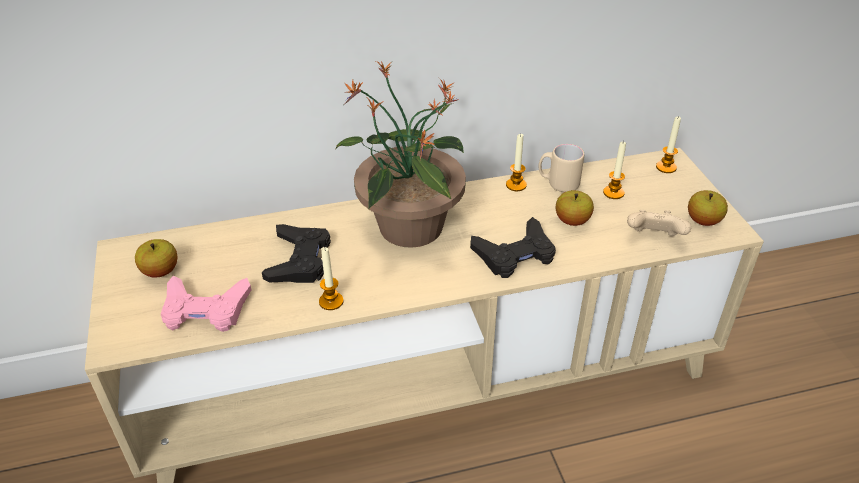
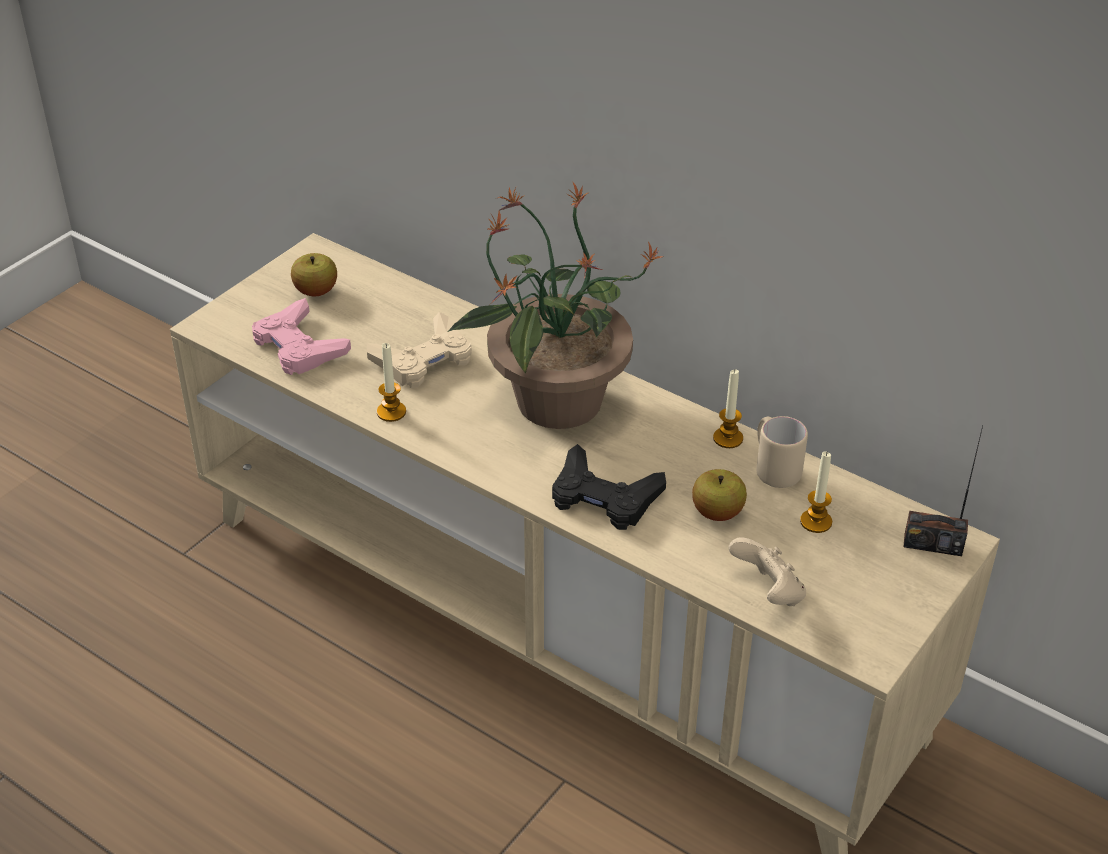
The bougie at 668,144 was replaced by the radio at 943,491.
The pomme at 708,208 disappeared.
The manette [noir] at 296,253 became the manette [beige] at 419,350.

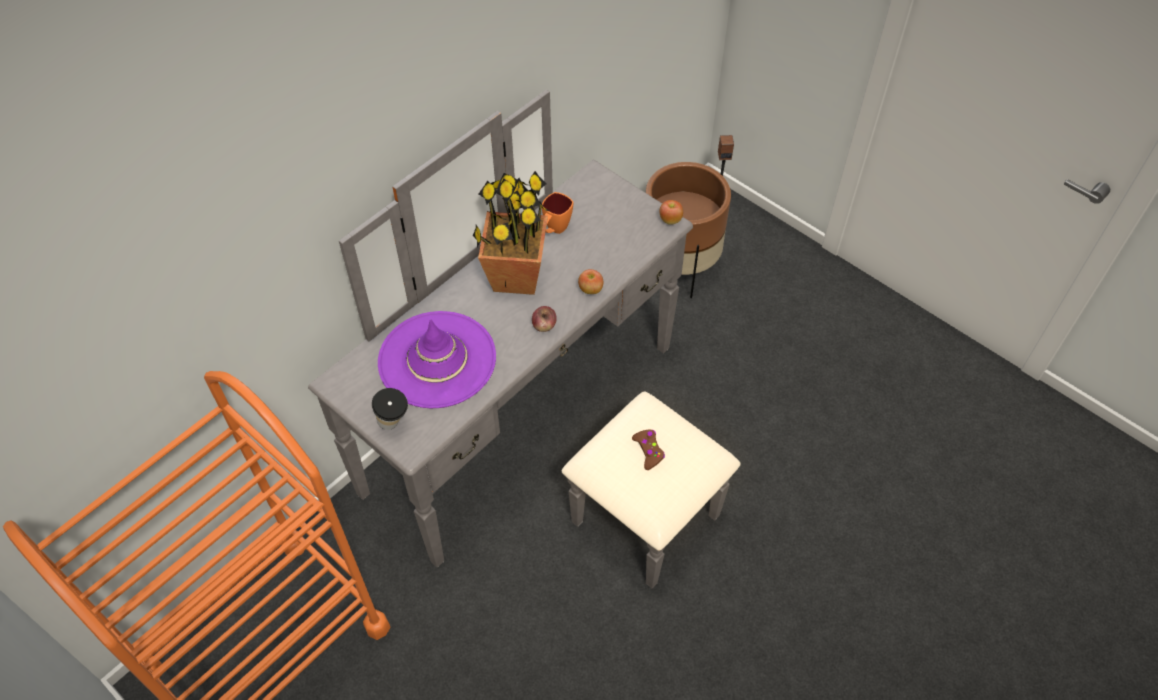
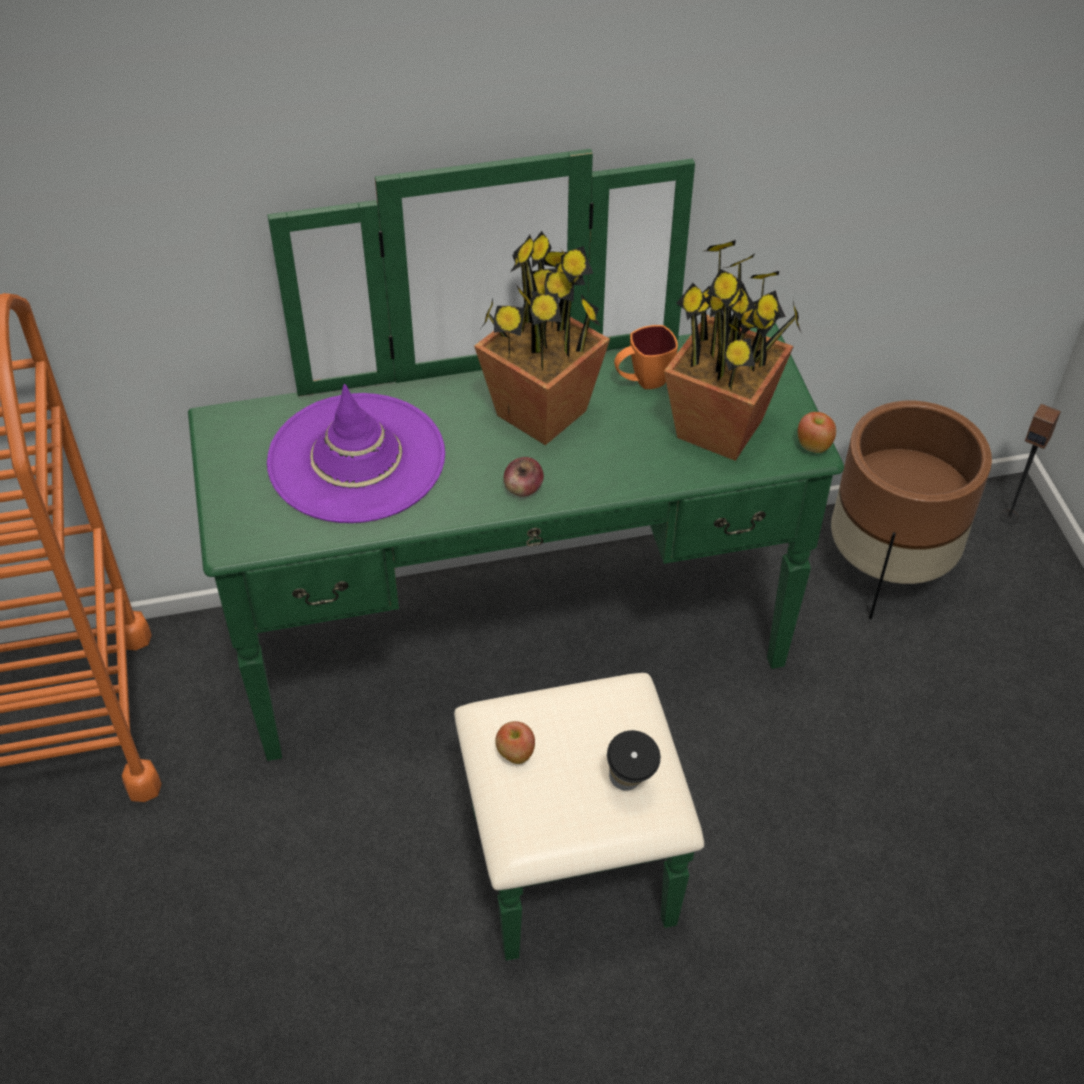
The commode [gris] at 524,338 became the commode [vert] at 516,555.
The pomme moved from 590,281 to 515,742.
The tasse moved from 390,409 to 634,760.
The manette [marron] at 648,450 disappeared.
The plante en pot at 732,350 appeared.

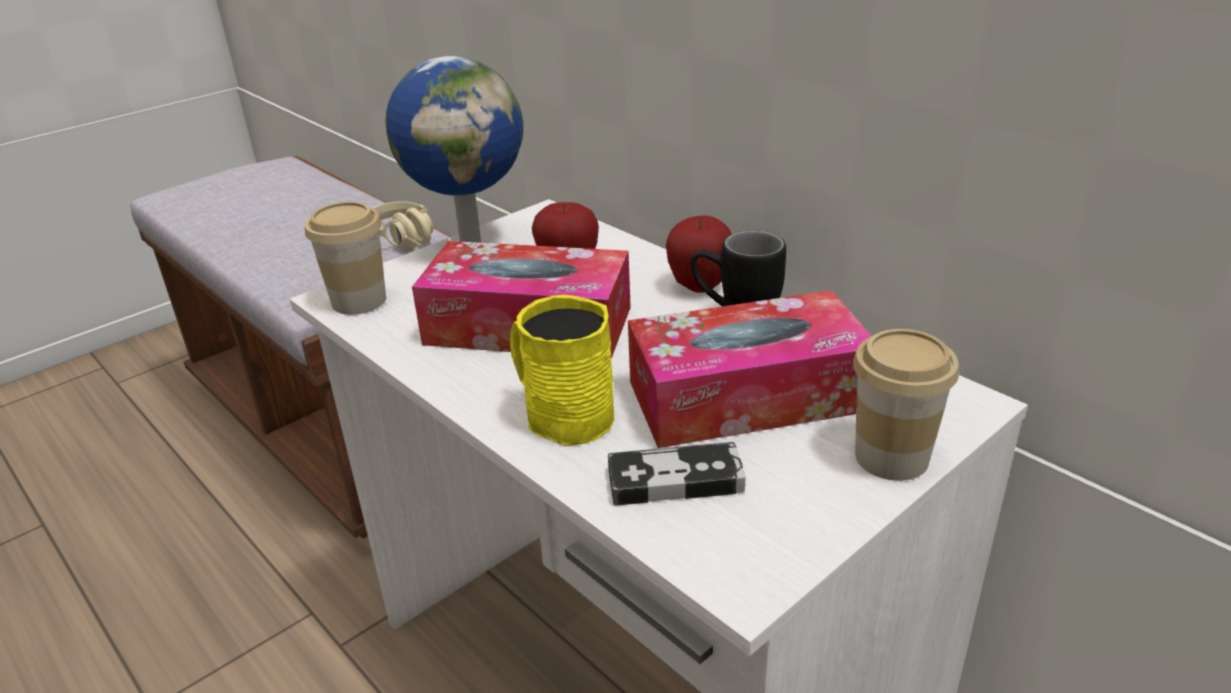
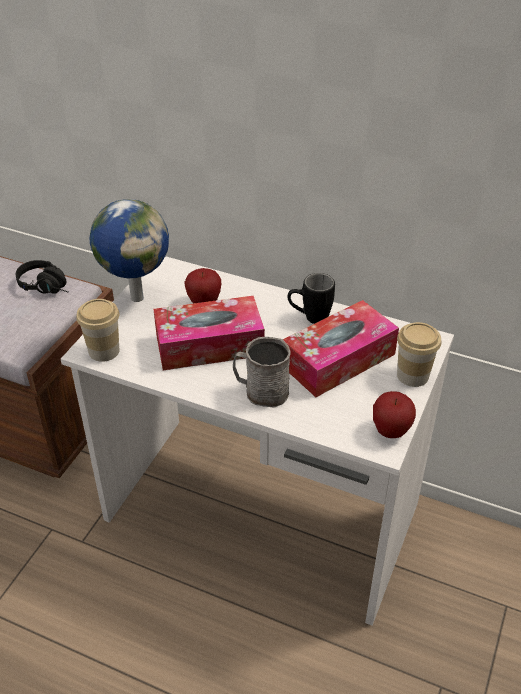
The casque audio [beige] at 403,225 became the casque audio [noir] at 42,277.
The pomme moved from 698,254 to 394,414.
The mug [jaune] at 562,370 became the mug [gris] at 262,372.
The manette at 677,474 disappeared.

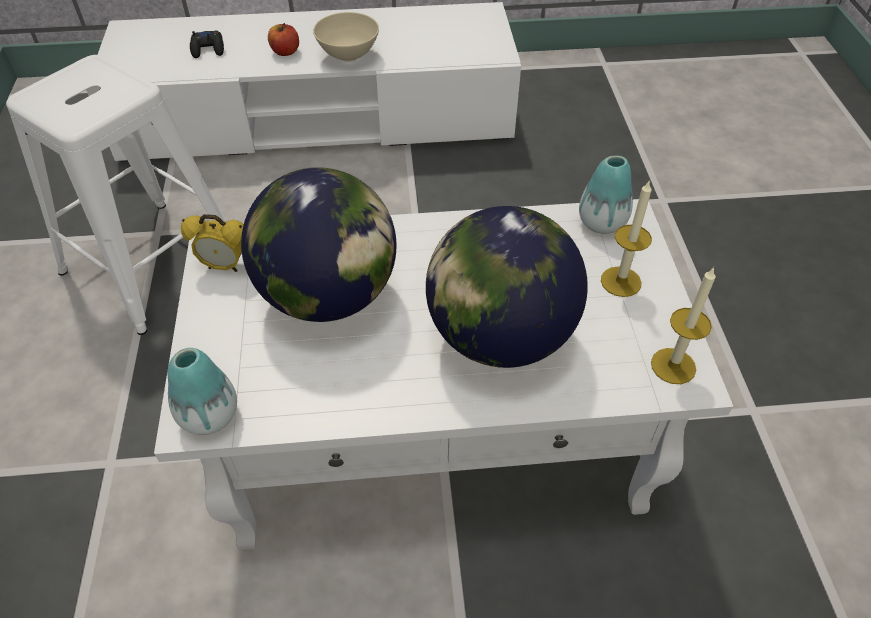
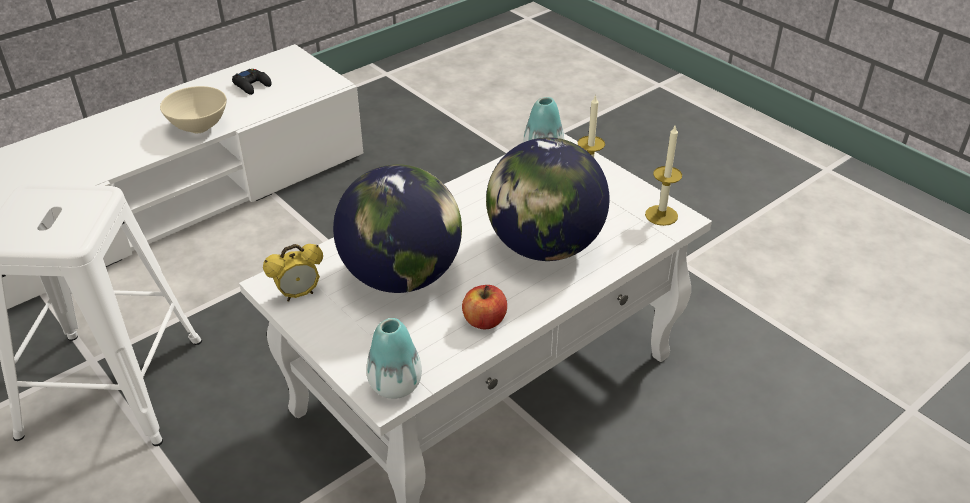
The pomme moved from 283,39 to 484,307.
The manette [noir] moved from 207,44 to 252,82.

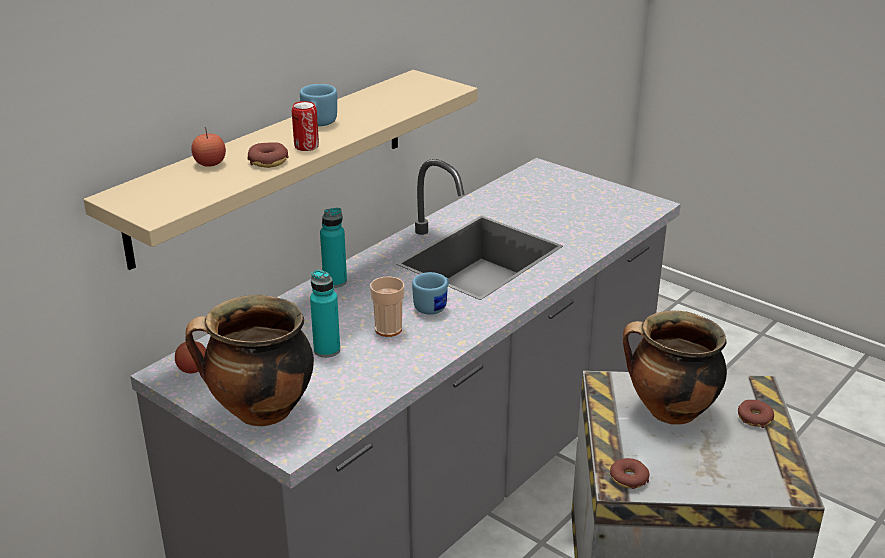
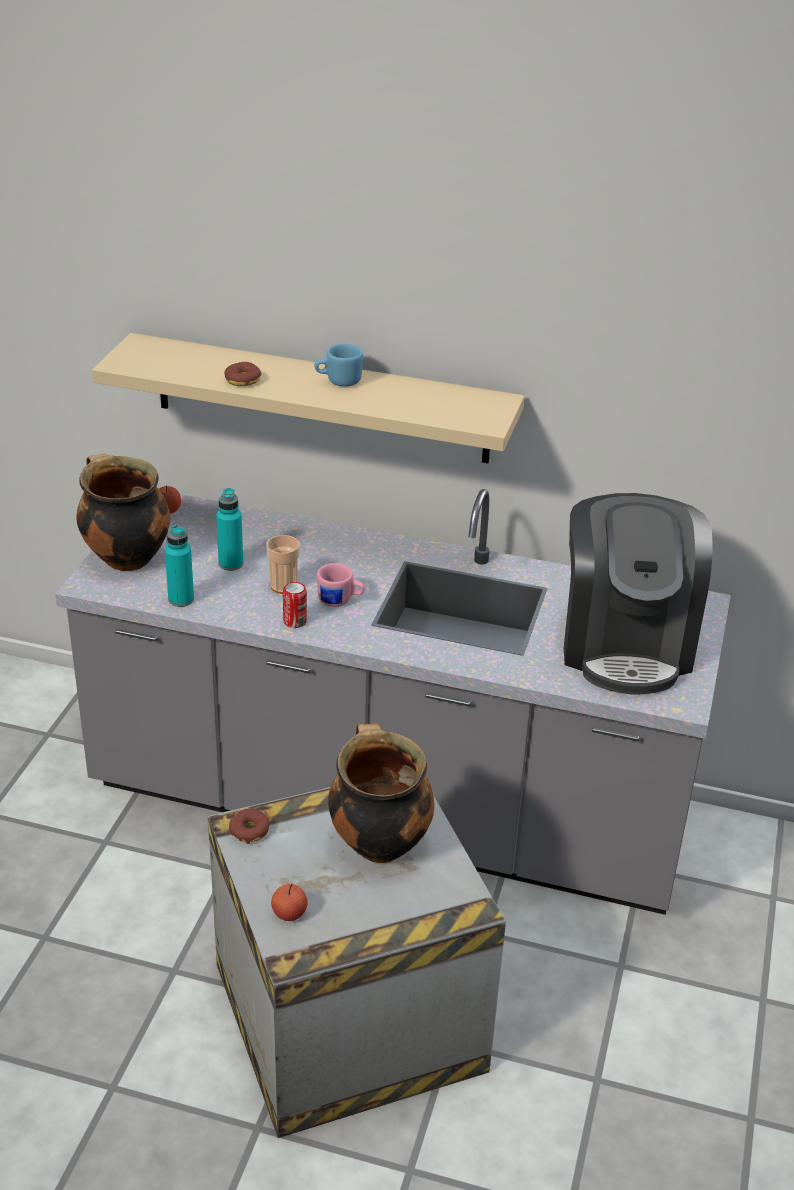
The boîte métallique moved from 305,126 to 295,605.
The pomme moved from 208,147 to 289,902.
The bouteille [turquoise] moved from 333,248 to 179,565.
The mug [bleu] at 430,293 became the mug [rose] at 341,585.
The beignet at 756,414 disappeared.
The machine à café at 638,594 appeared.

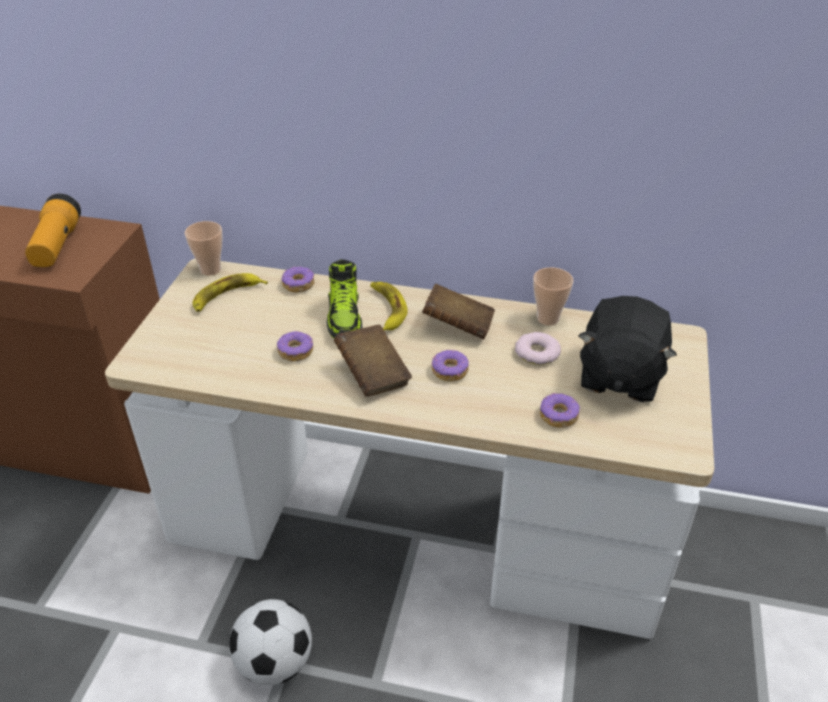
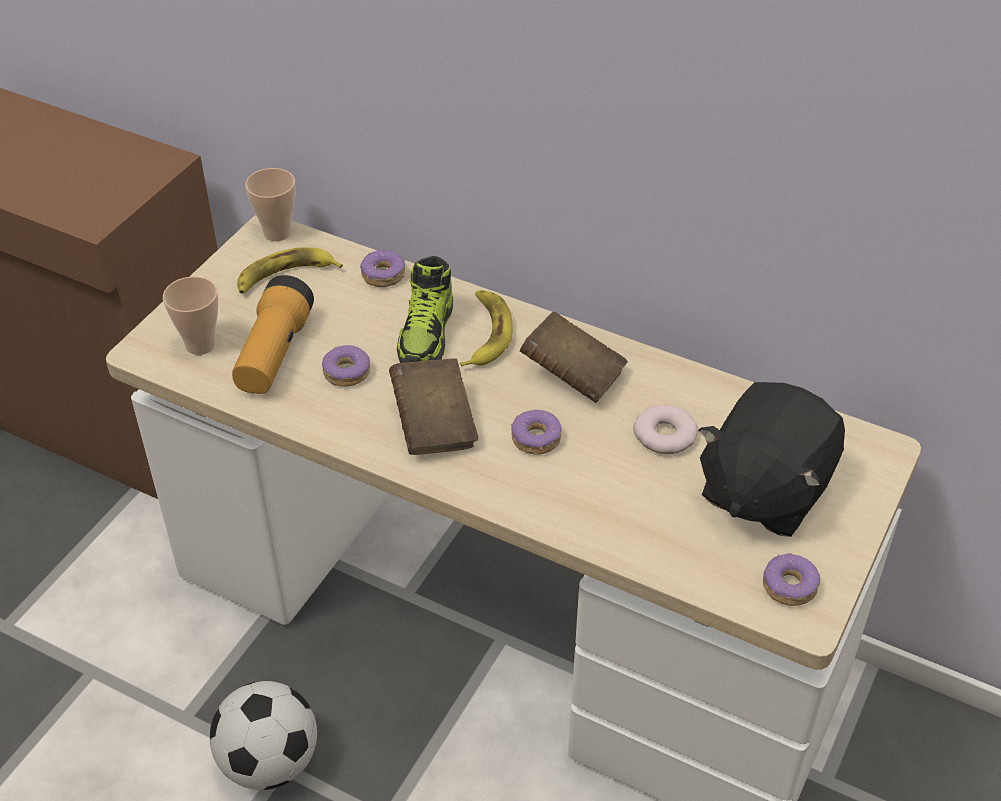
The lampe de poche moved from 53,230 to 273,334.
The tasse moved from 553,296 to 190,315.
The beignet moved from 560,410 to 791,579.

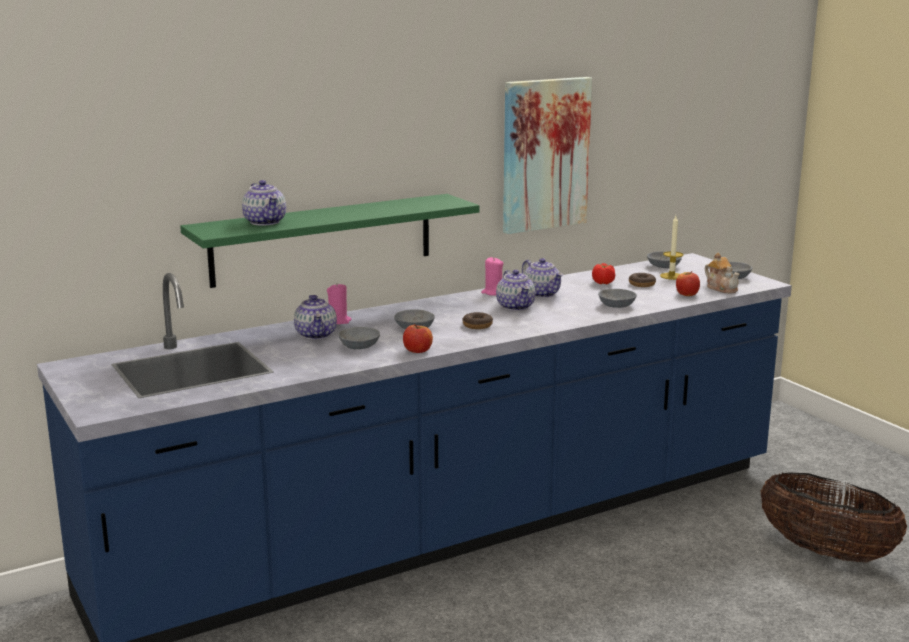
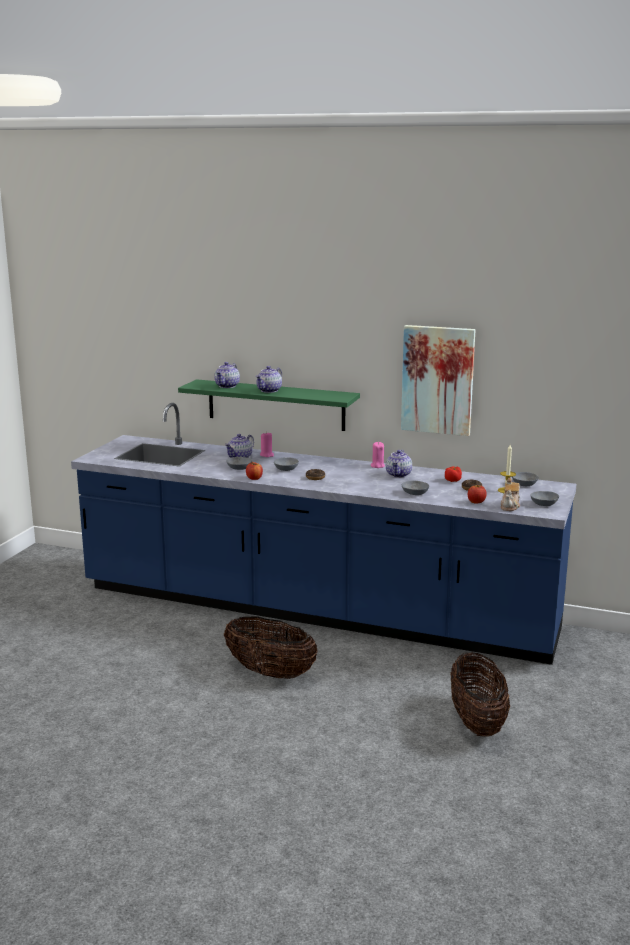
The théière moved from 516,290 to 269,379.
The panier at 271,647 appeared.

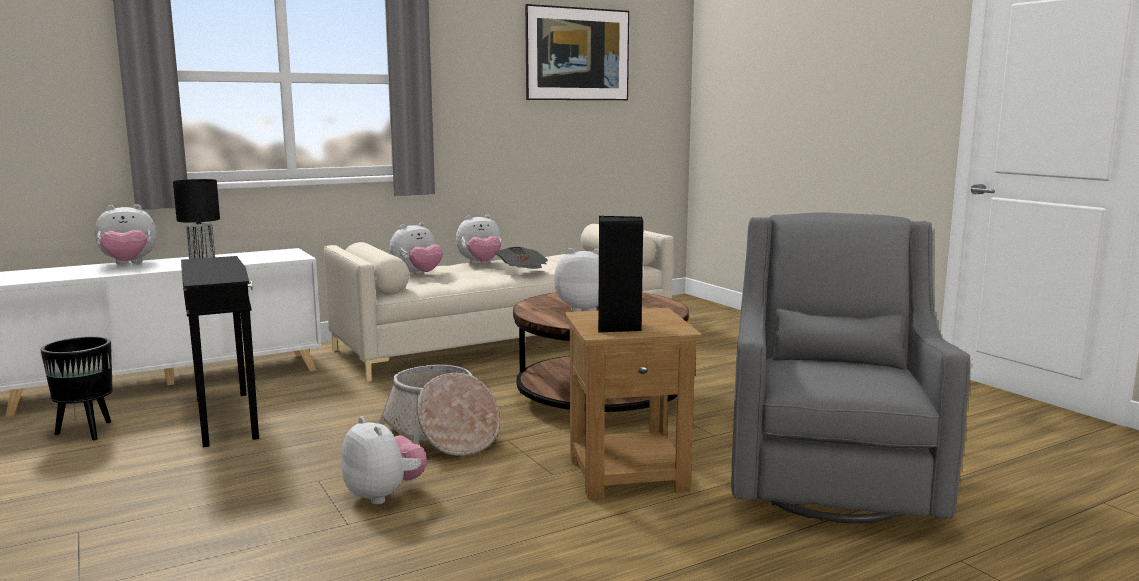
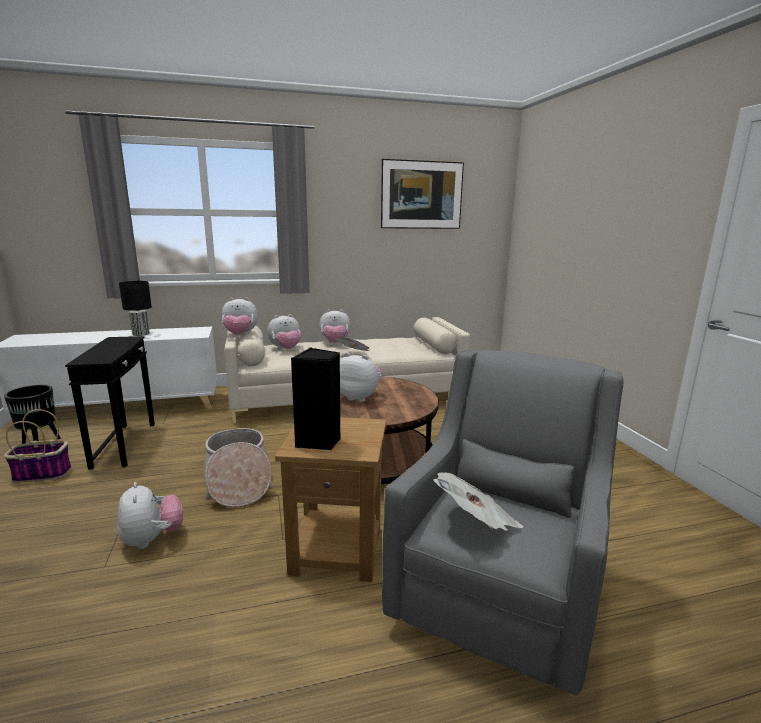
The peluche moved from 126,234 to 240,316.
The panier at 37,446 appeared.
The journal at 478,501 appeared.

